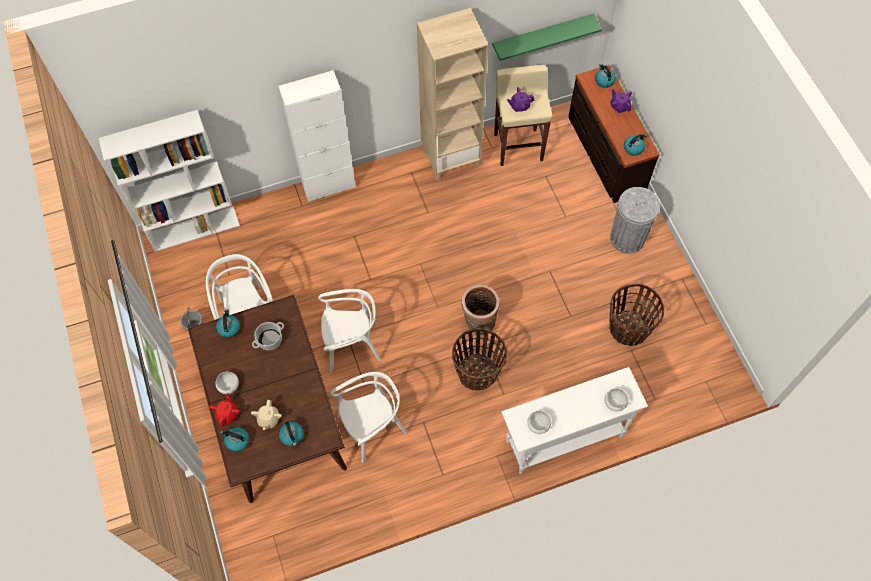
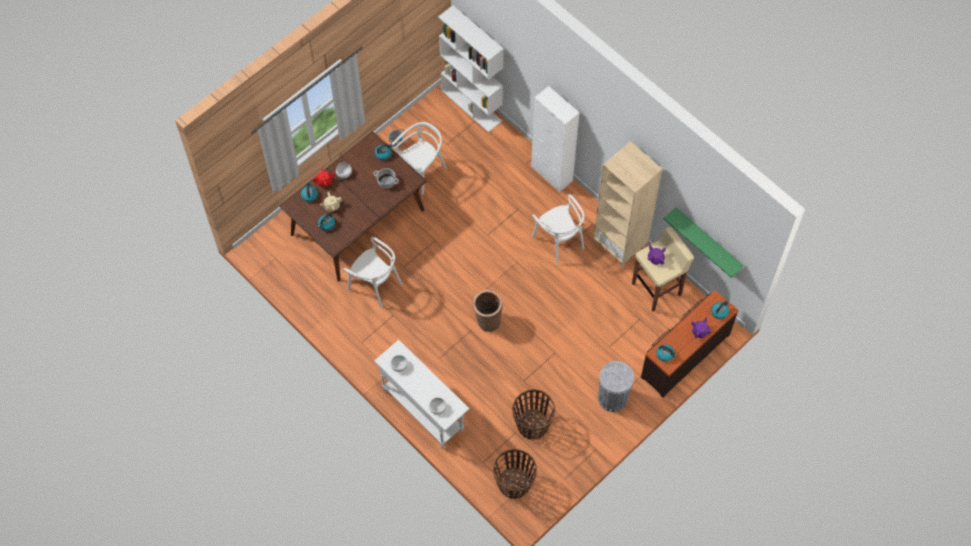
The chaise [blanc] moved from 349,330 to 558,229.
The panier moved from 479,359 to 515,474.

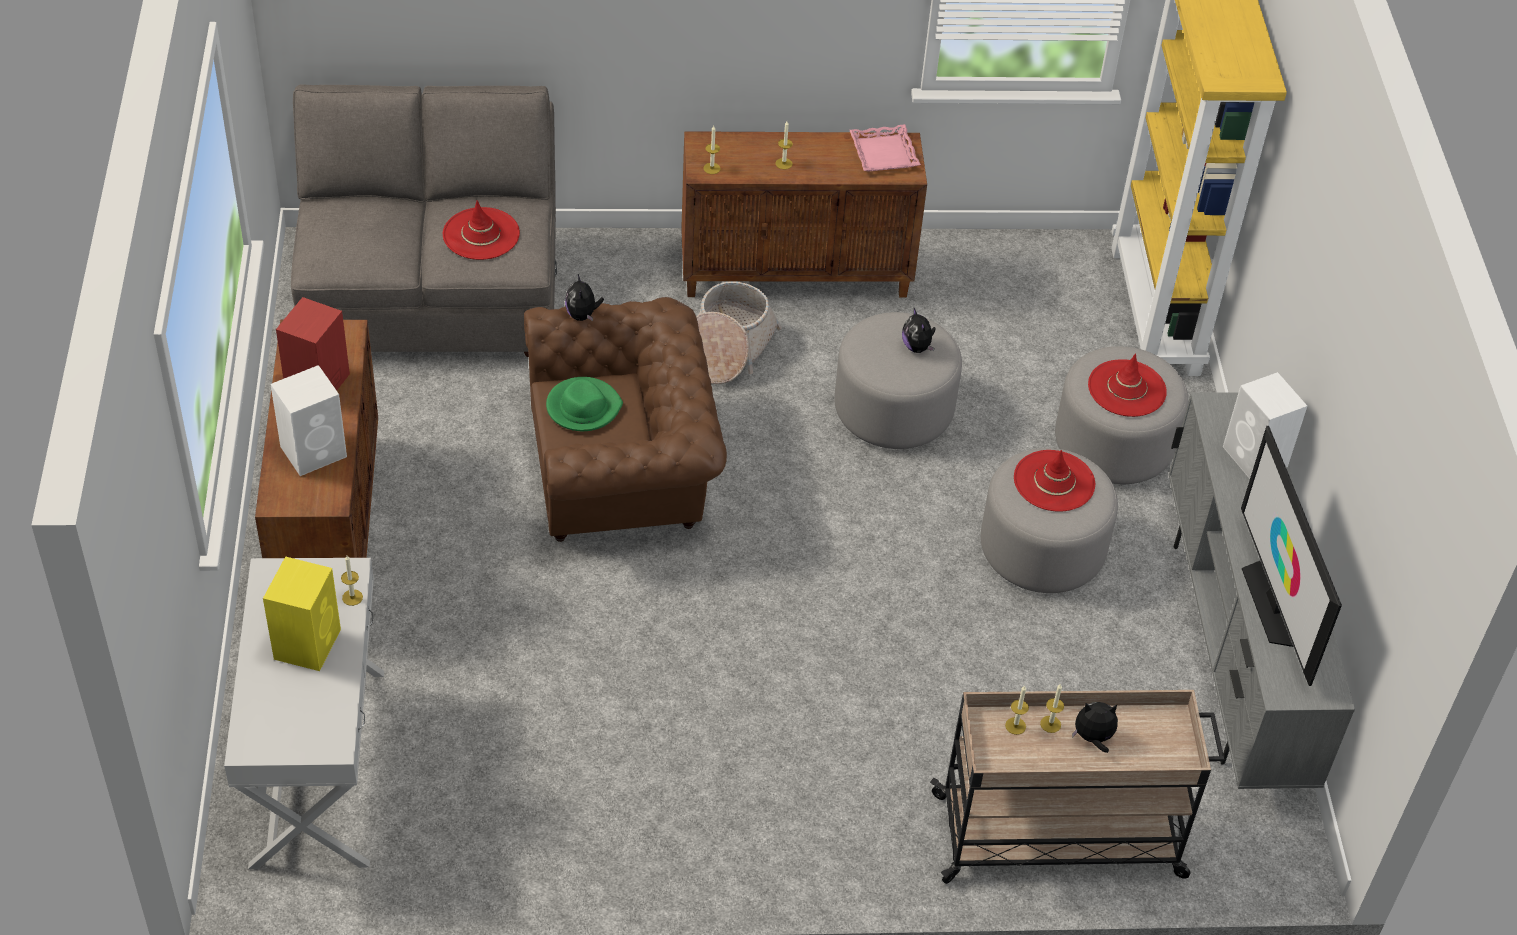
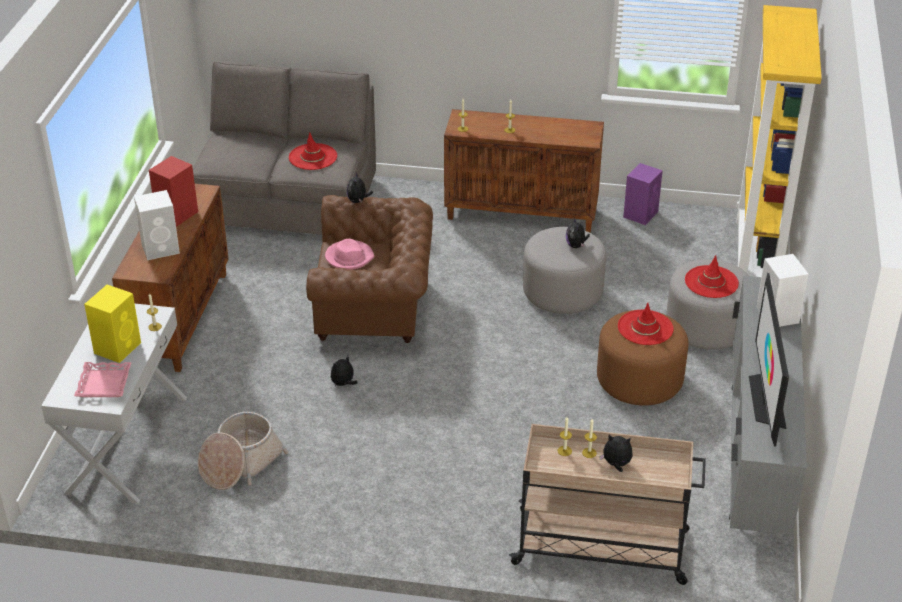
The plateau [rose] moved from 885,148 to 103,379.
The panier moved from 739,332 to 243,451.
The chapeau [vert] at 584,404 became the chapeau [rose] at 349,254.
The pouf [gris] at 1049,520 became the pouf [marron] at 643,358.
The enceinte [violet] at 643,194 appeared.
The peluche at 344,371 appeared.

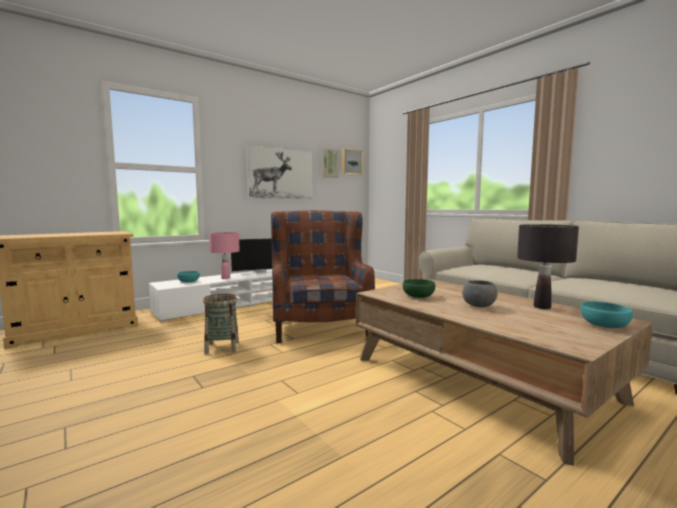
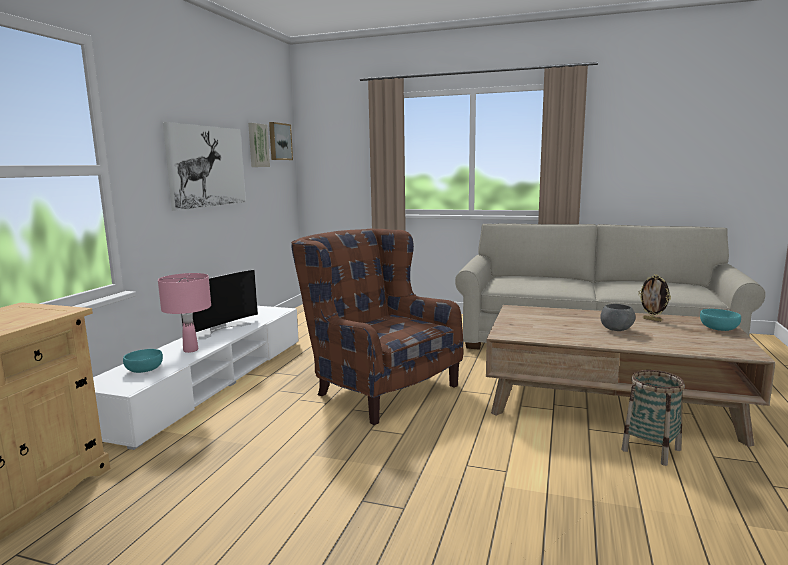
The lampe de table [noir] at 548,266 was replaced by the cadre photo at 654,298.
The bol [vert] at 419,288 disappeared.
The panier moved from 221,324 to 653,418.

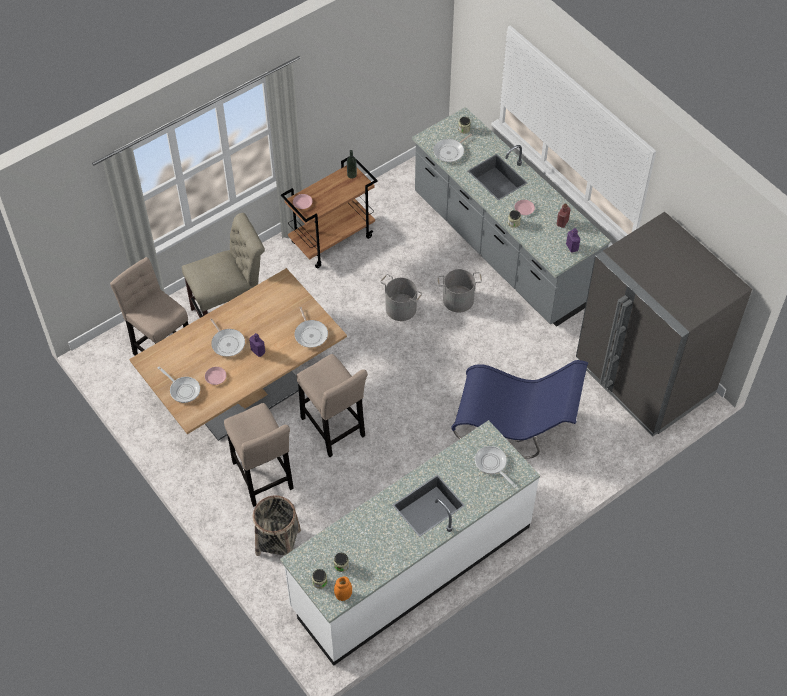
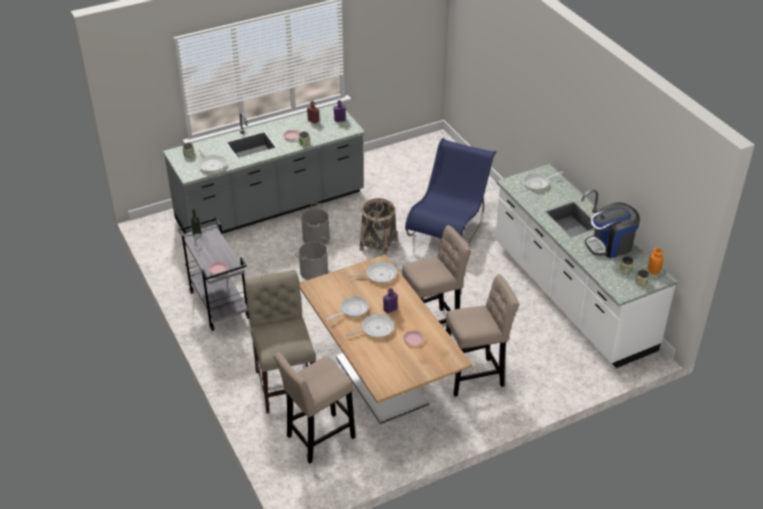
The chariot [marron] at 329,212 became the chariot [gris] at 213,274.
The réfrigérateur [gris] at 664,324 disappeared.
The poêle moved from 179,385 to 347,308.
The panier moved from 277,525 to 378,227.
The machine à café at 612,230 appeared.

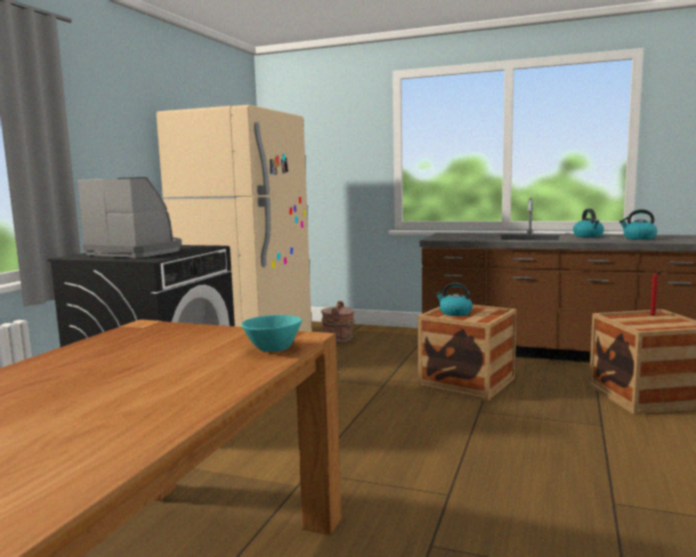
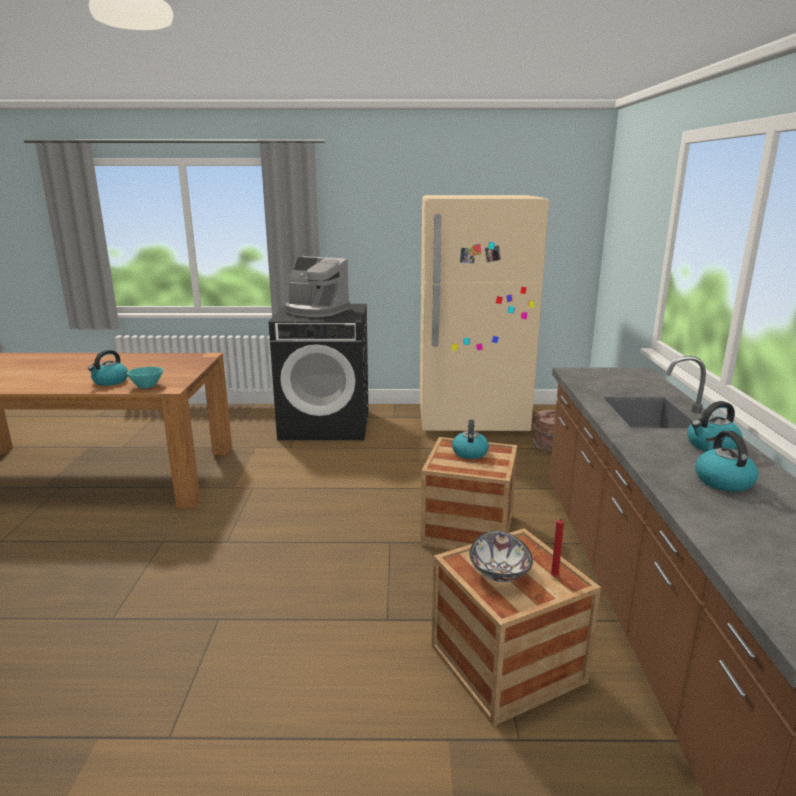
The machine à café at 130,217 turned 105 degrees clockwise.
The bouilloire at 108,368 appeared.
The bol at 501,556 appeared.

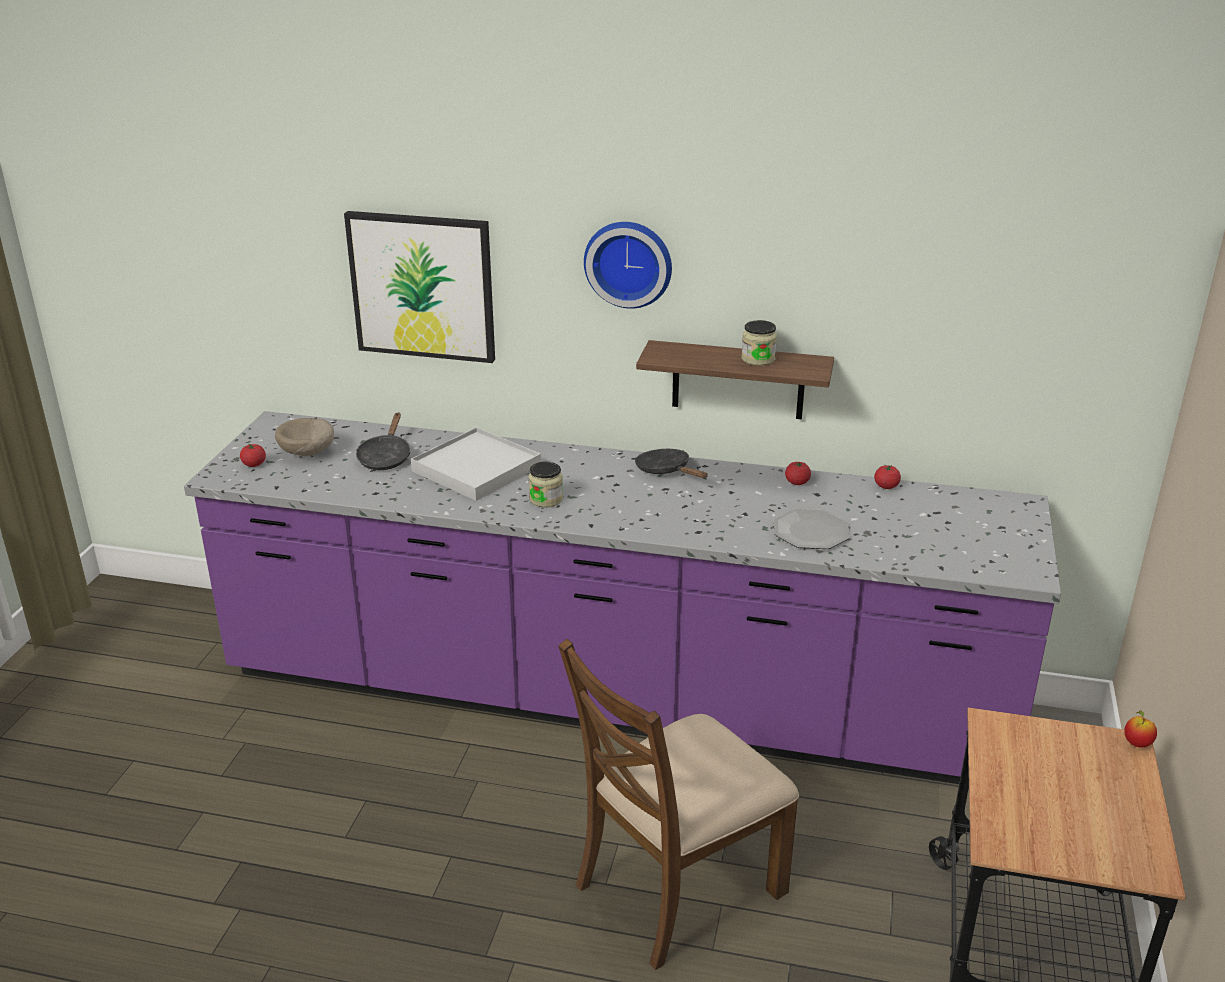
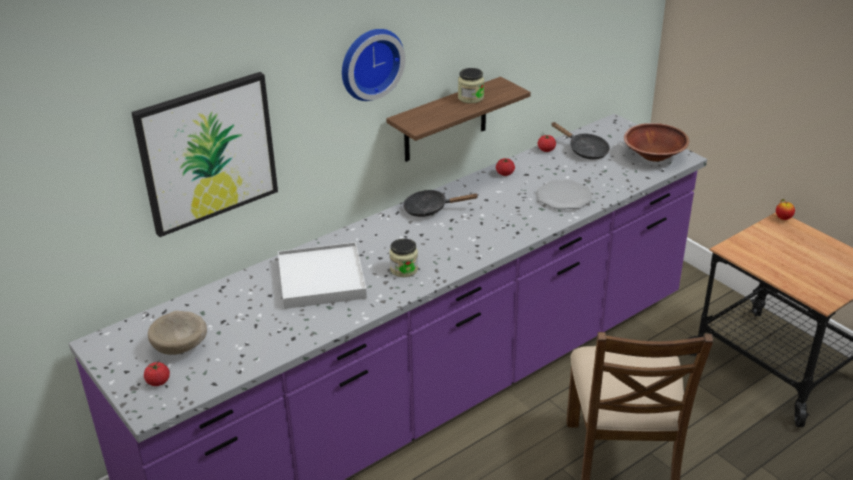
The poêle [noir] moved from 383,441 to 580,140.
The bol [marron] at 656,142 appeared.

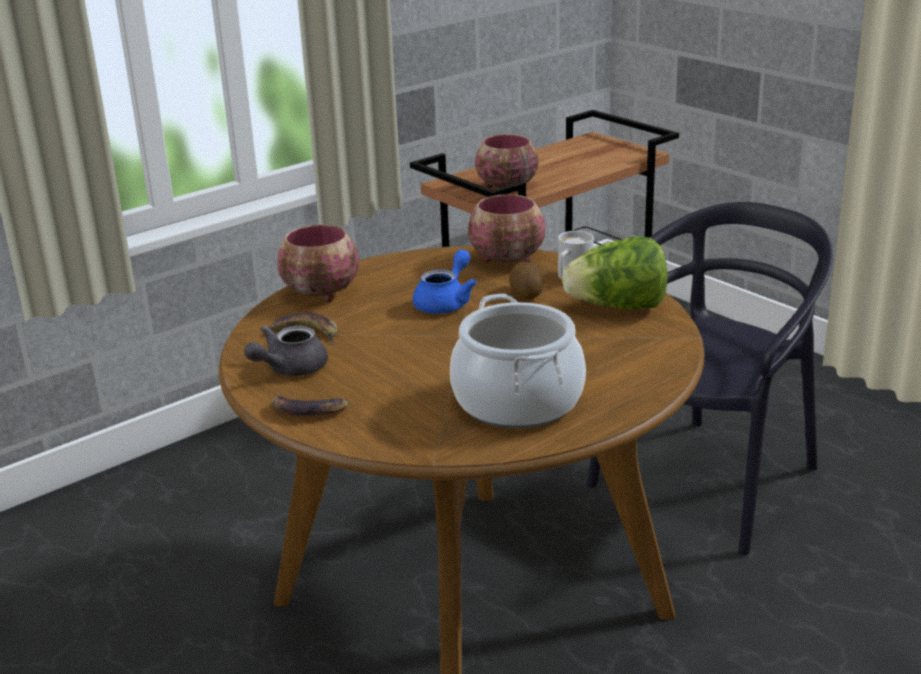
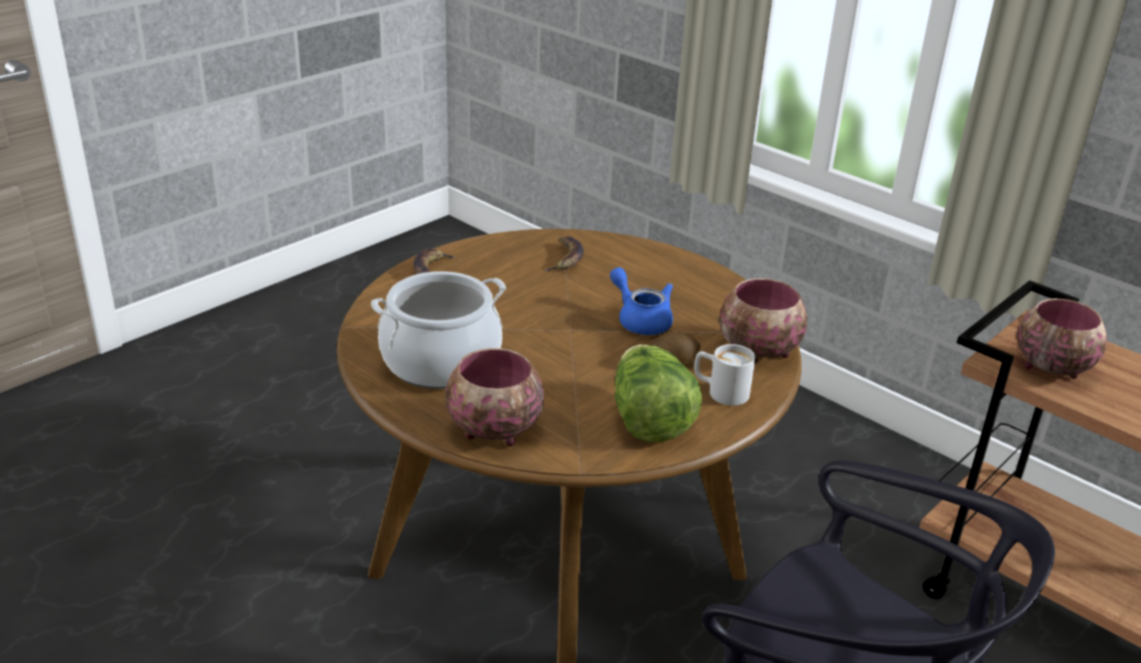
The bol moved from 318,263 to 494,397.
The théière [bleu] at 445,281 turned 150 degrees counterclockwise.
The théière [gris] at 286,350 disappeared.

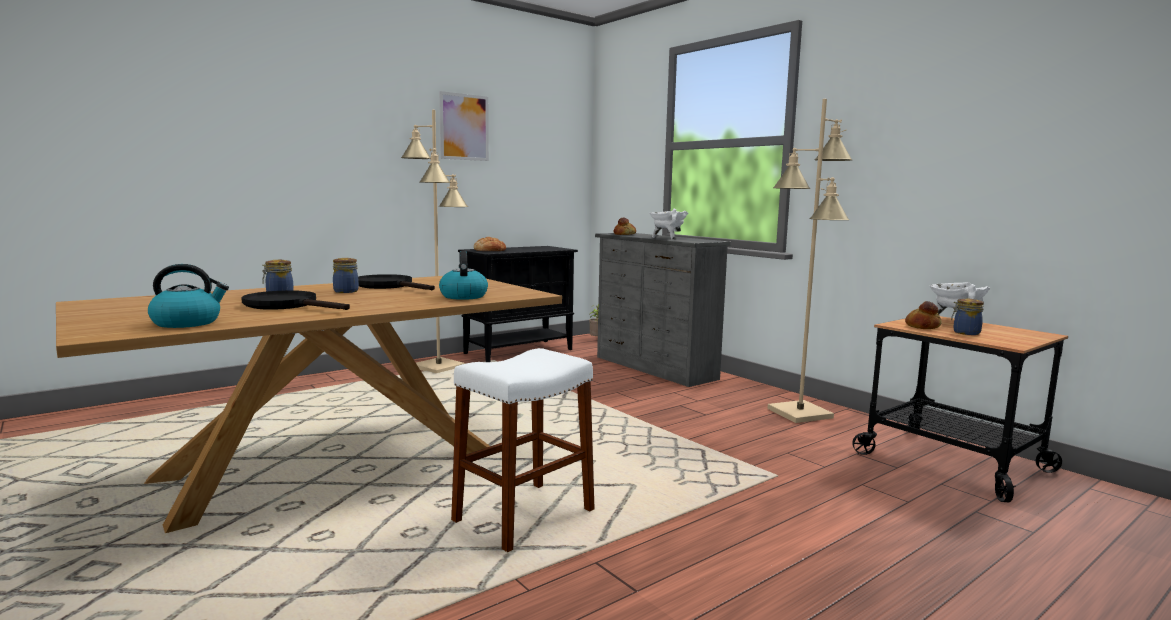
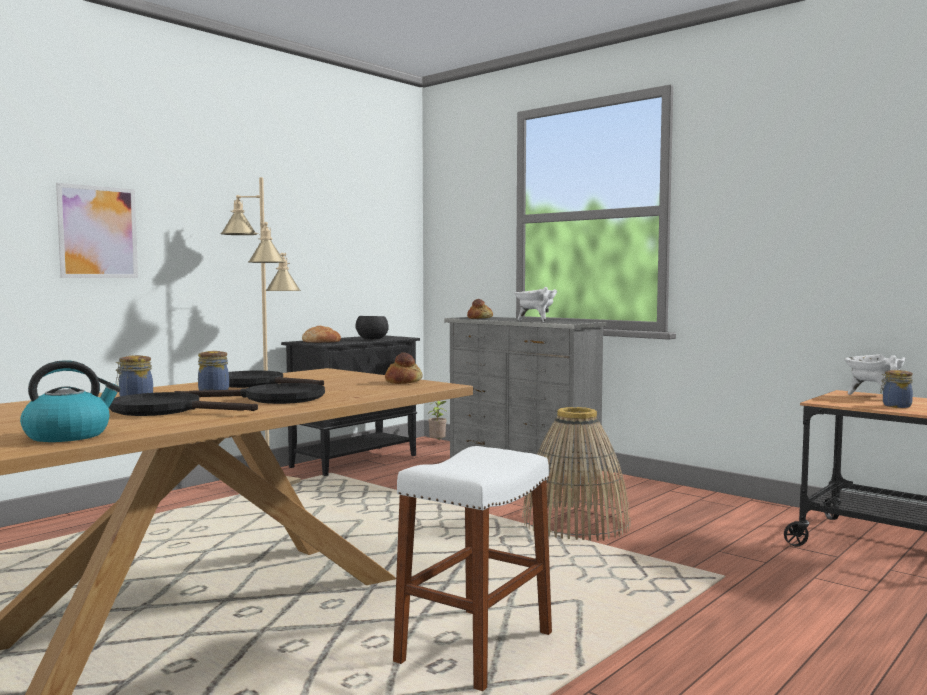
The tableau moved from 464,126 to 97,230.
The lampadaire [beige] at 809,261 disappeared.
The bouilloire at 463,275 disappeared.
The pain moved from 923,315 to 404,368.
The bol [noir] at 372,327 appeared.
The poêle [noir] at 250,393 appeared.
The panier at 576,474 appeared.

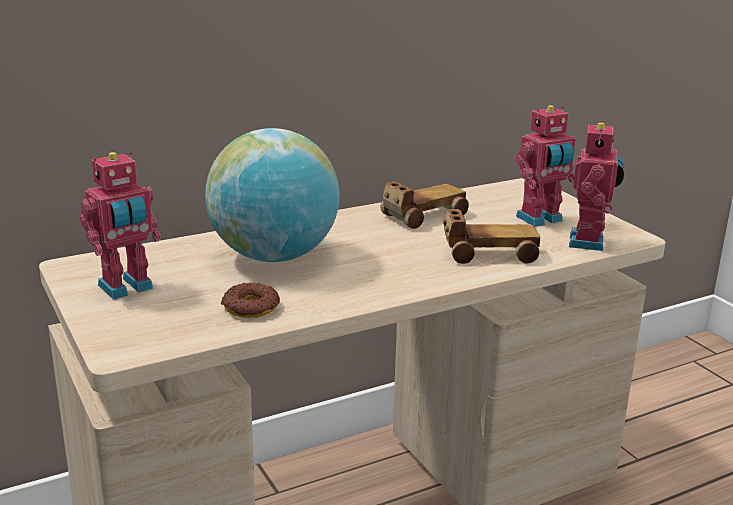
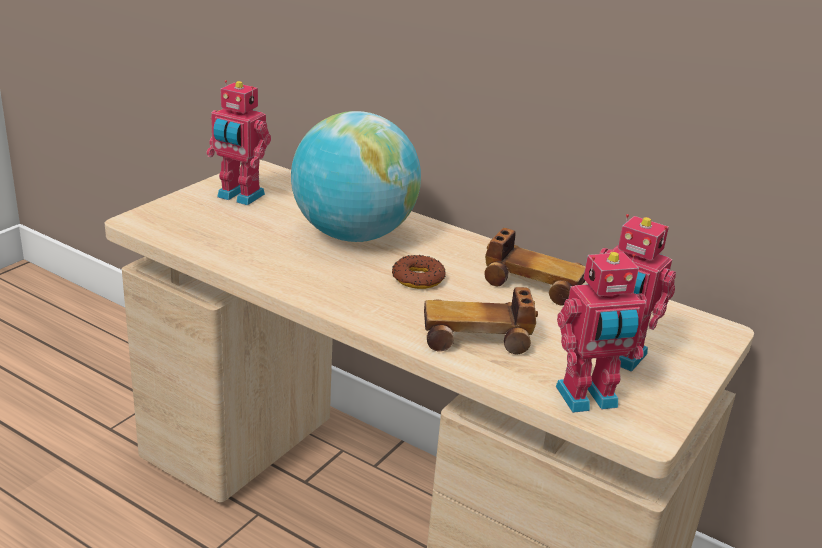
The petite voiture at 491,236 turned 120 degrees clockwise.
The beignet moved from 250,300 to 419,272.

